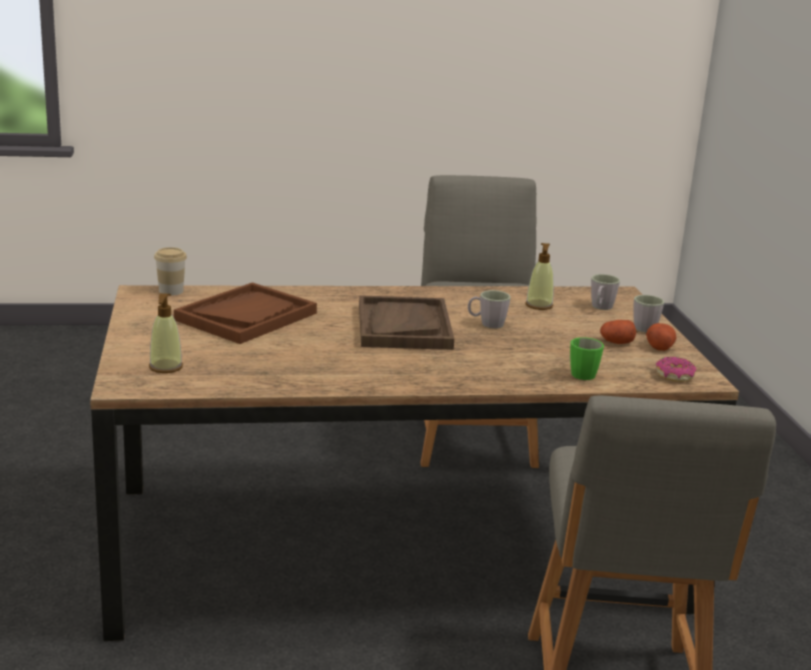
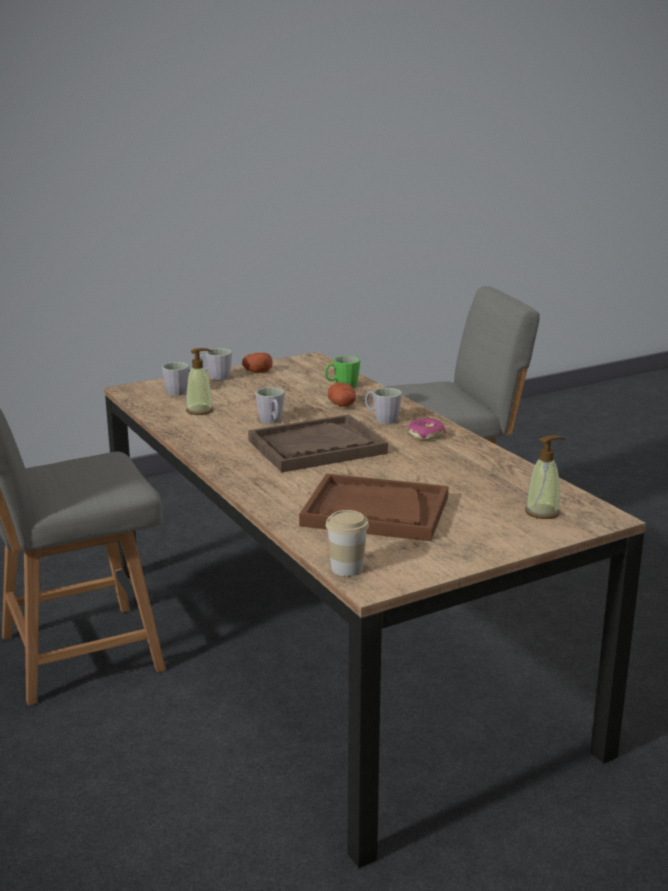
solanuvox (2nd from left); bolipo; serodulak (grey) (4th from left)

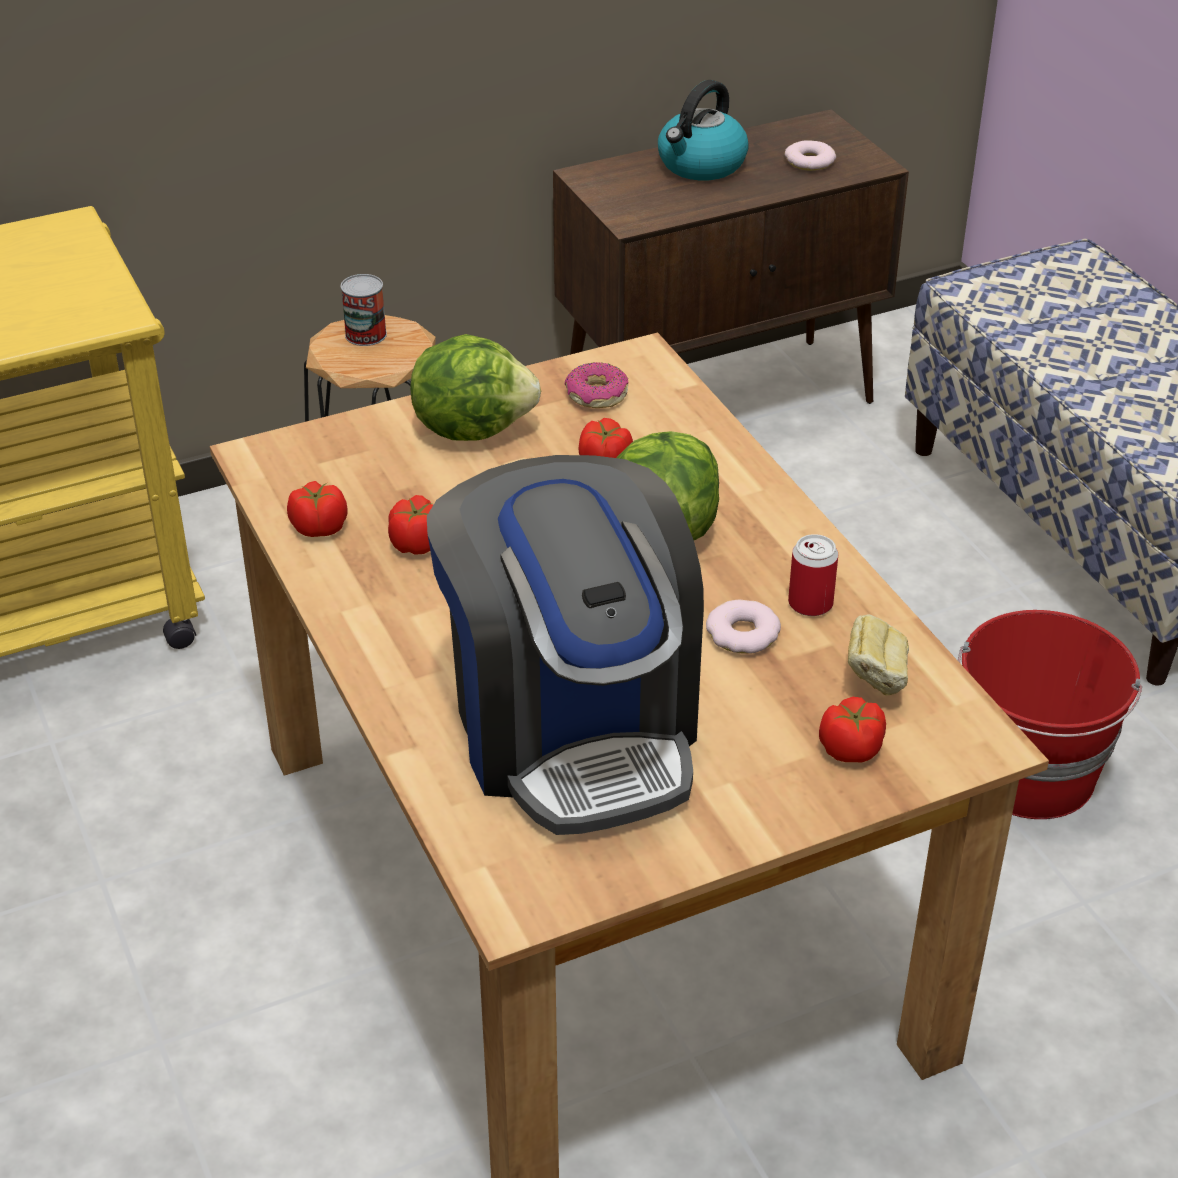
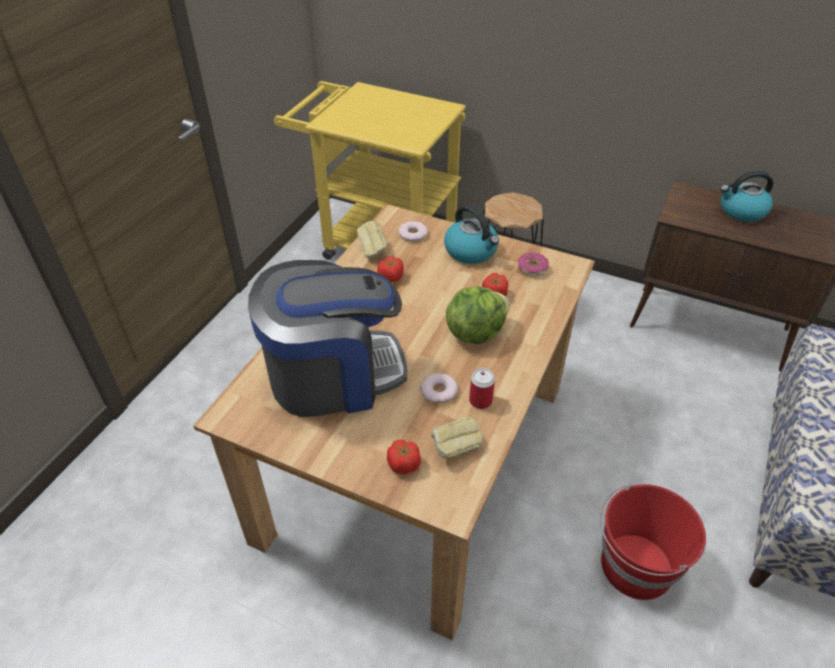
bolipo (1st from left); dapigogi (1st from left in the first image); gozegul (1st from left); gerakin; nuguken (1st from left)

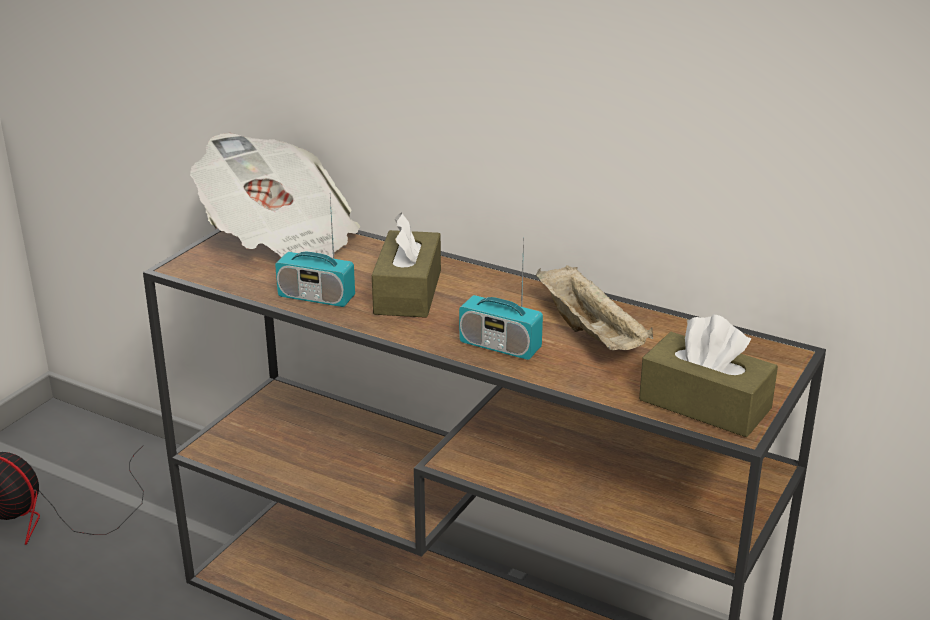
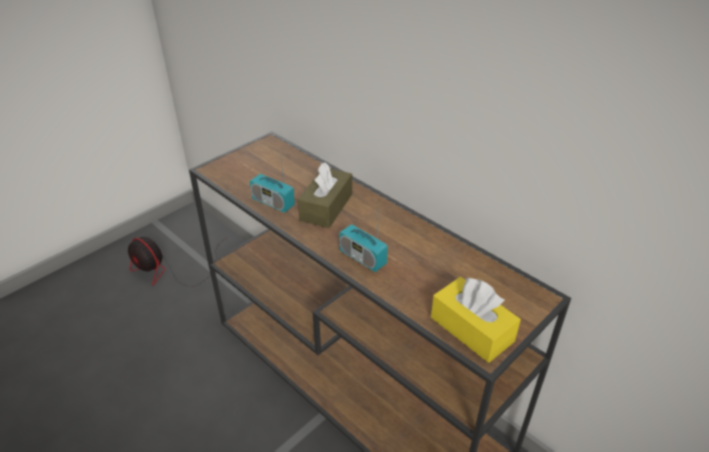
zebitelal; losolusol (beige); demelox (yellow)

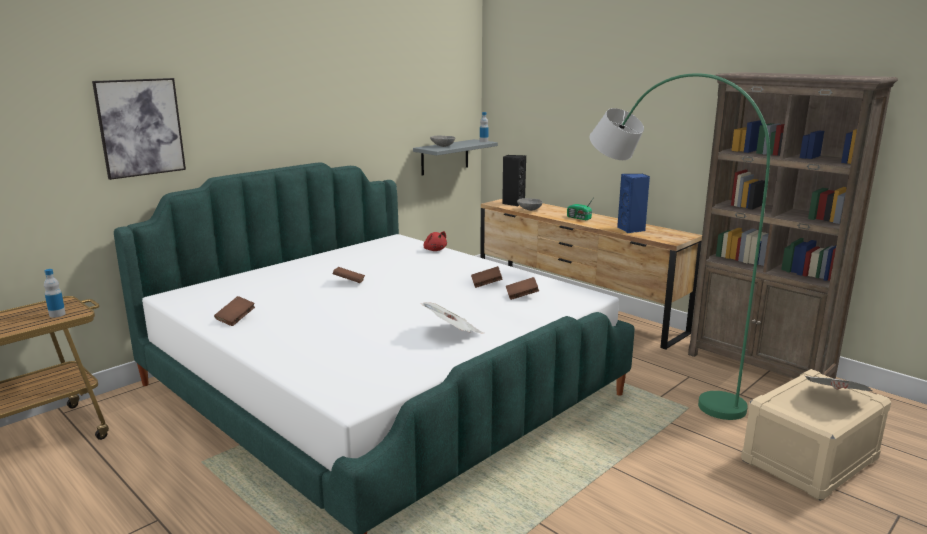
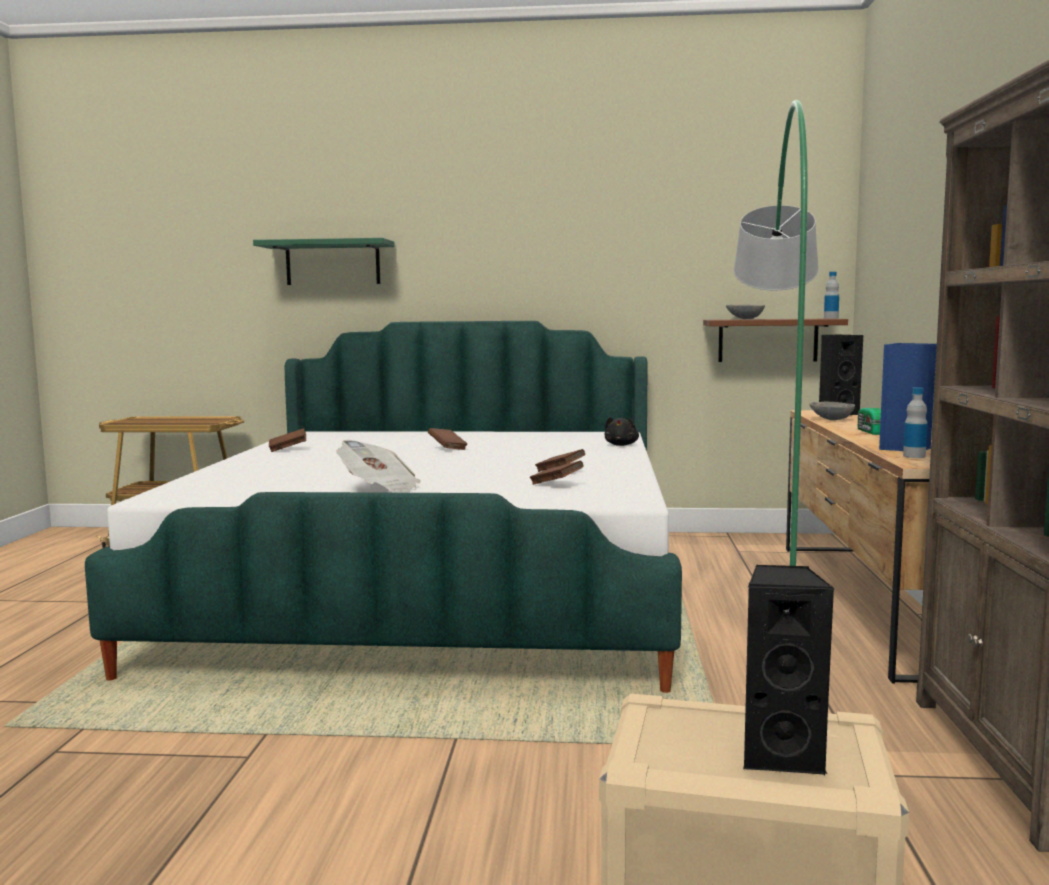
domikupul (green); domikupul (brown); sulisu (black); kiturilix (2nd from left); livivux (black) (1st from left)

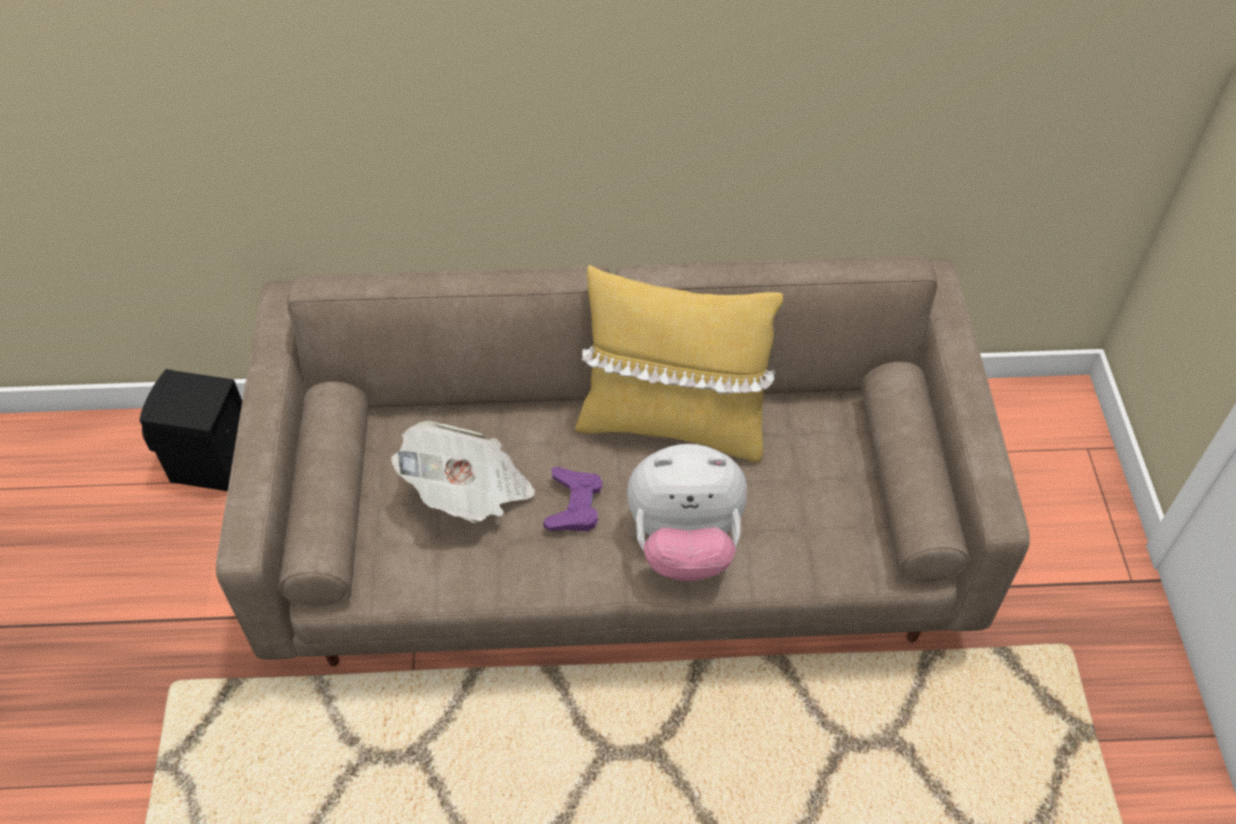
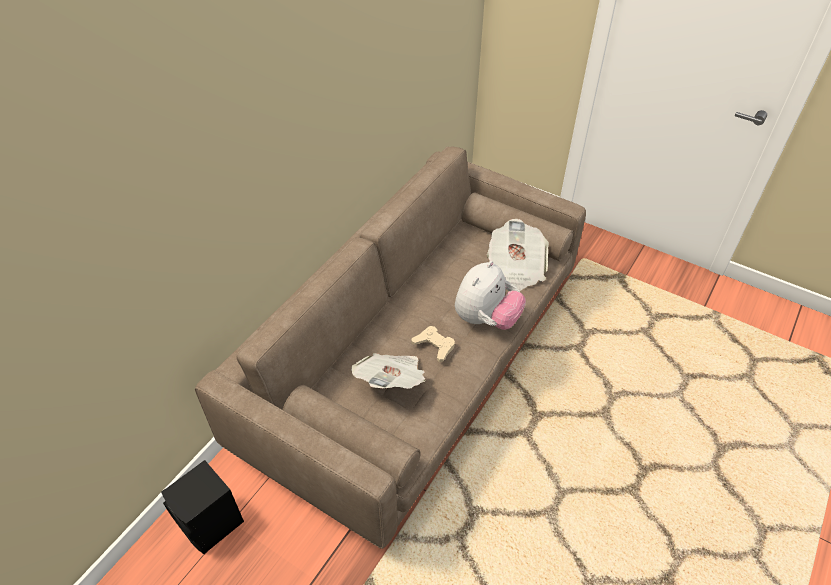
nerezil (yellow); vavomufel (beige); zebitelal (2nd from left)

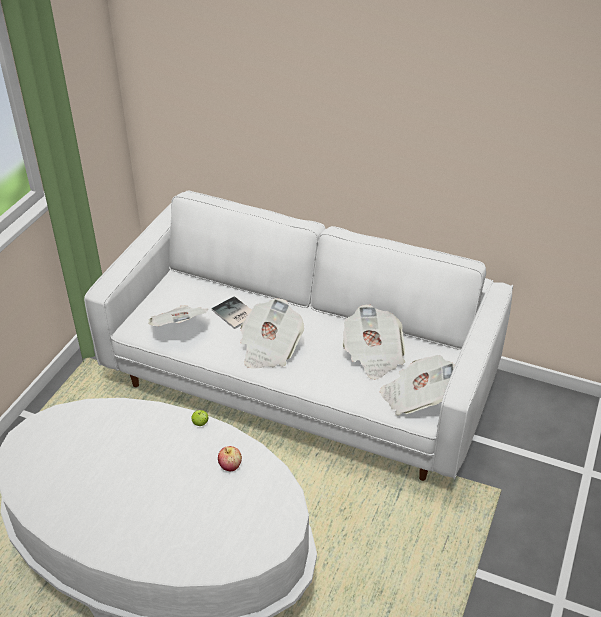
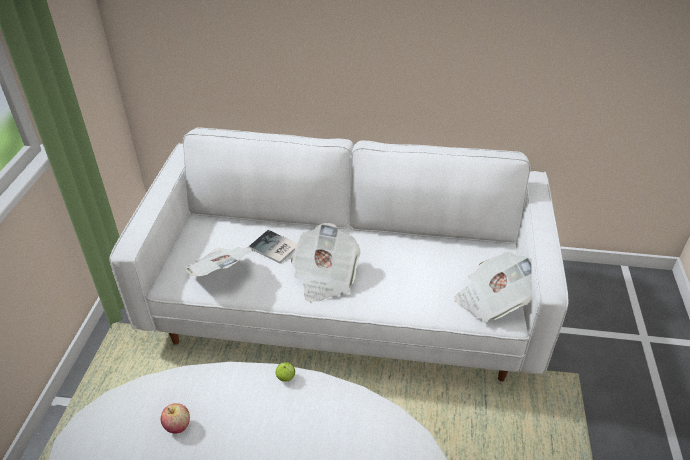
zebitelal (3rd from left in the first image); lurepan (1st from left)

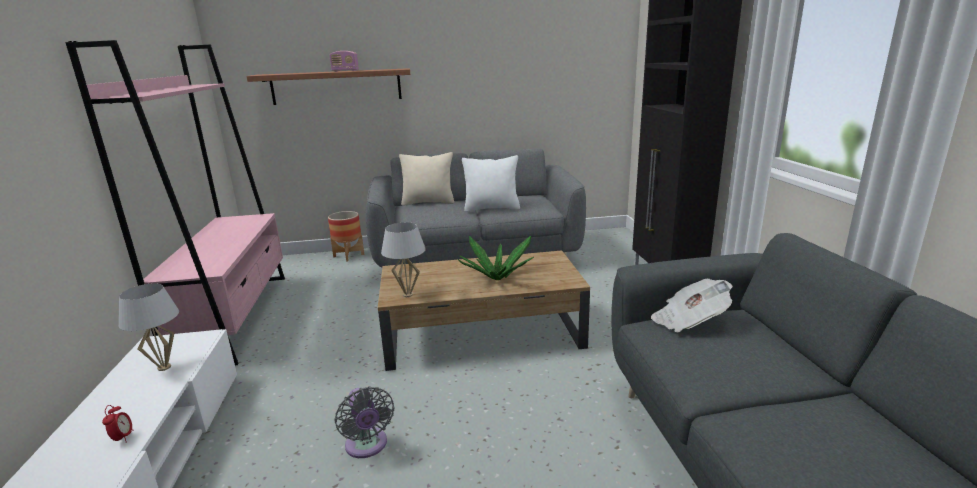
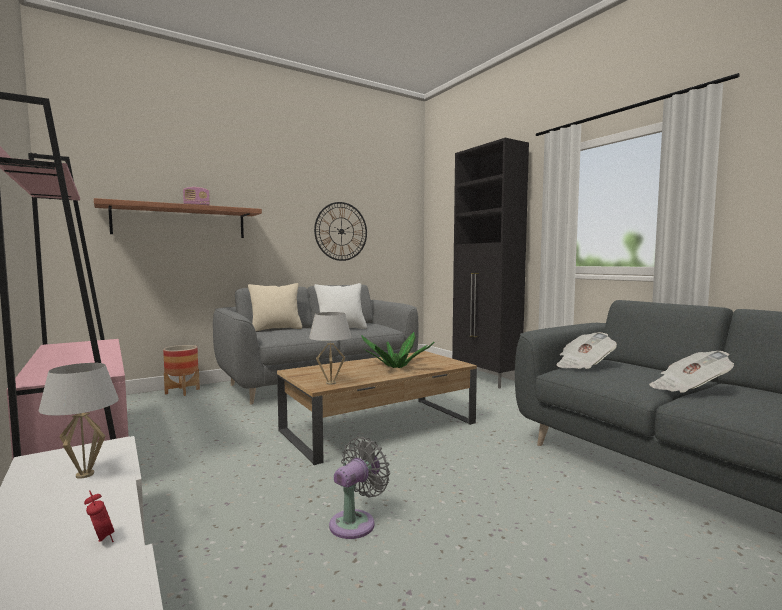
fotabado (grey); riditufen; zebitelal (2nd from left)

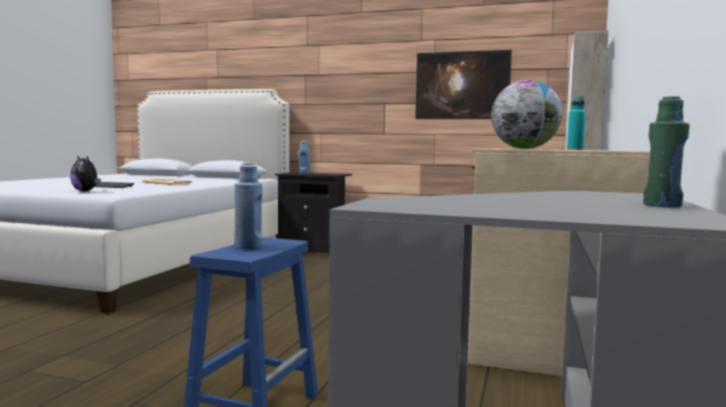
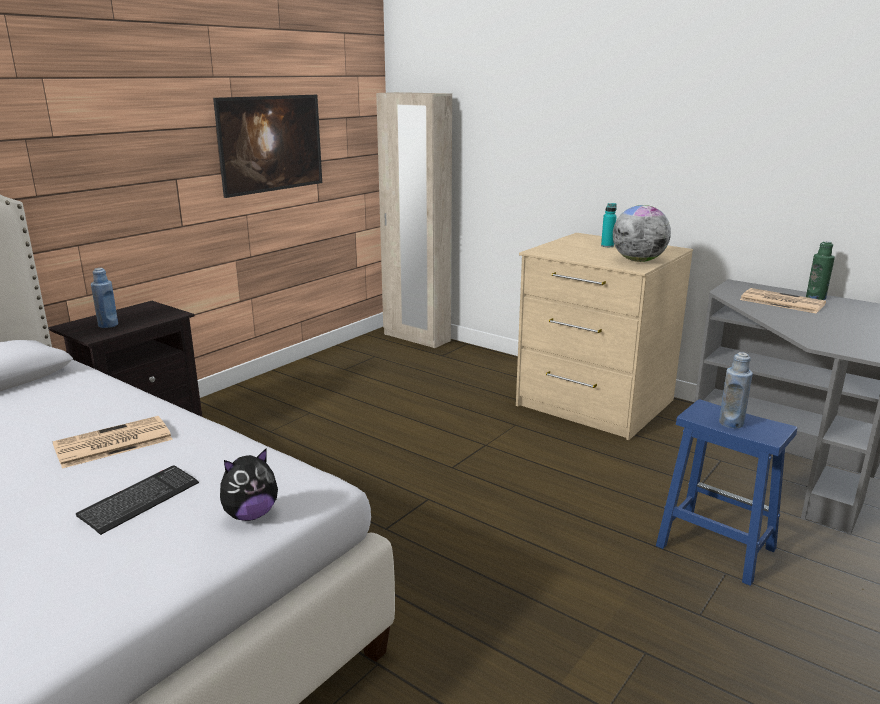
zebitelal (2nd from left)

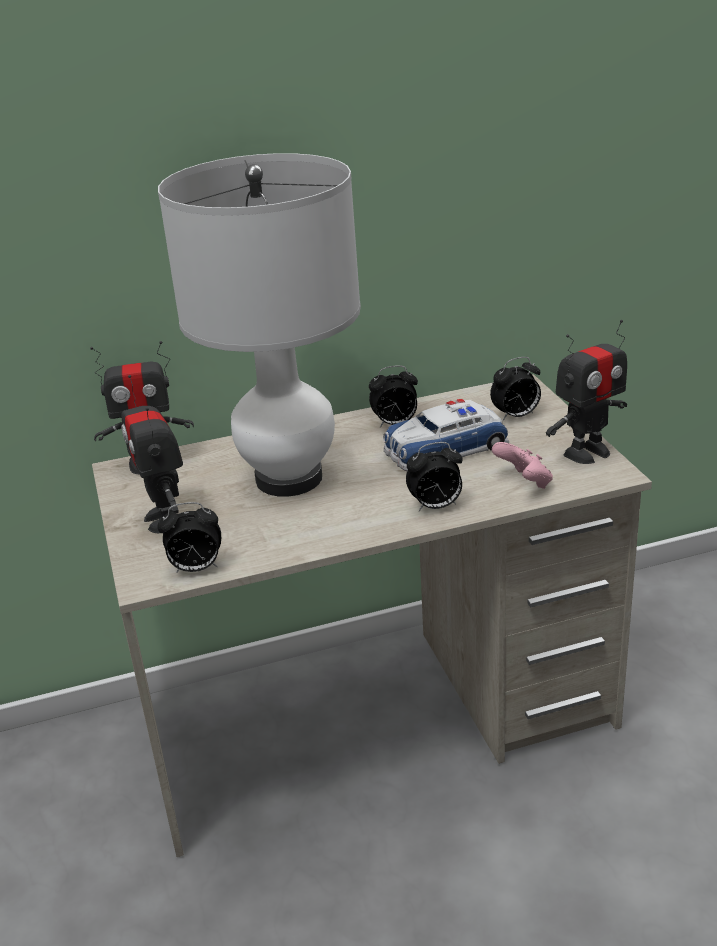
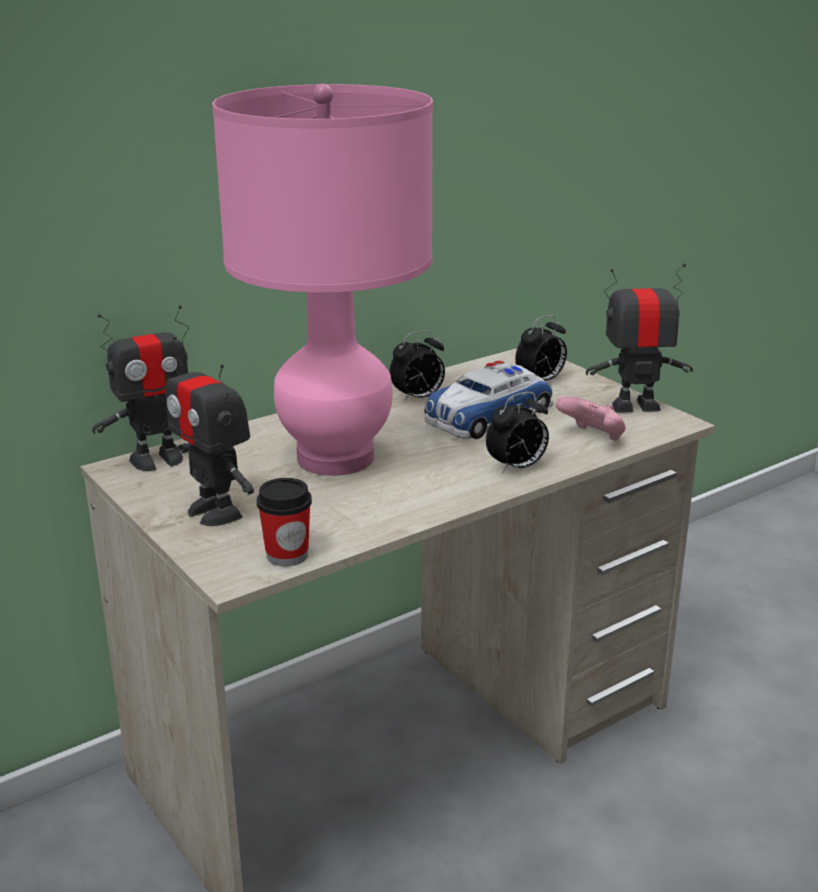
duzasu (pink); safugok (3rd from left); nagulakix

